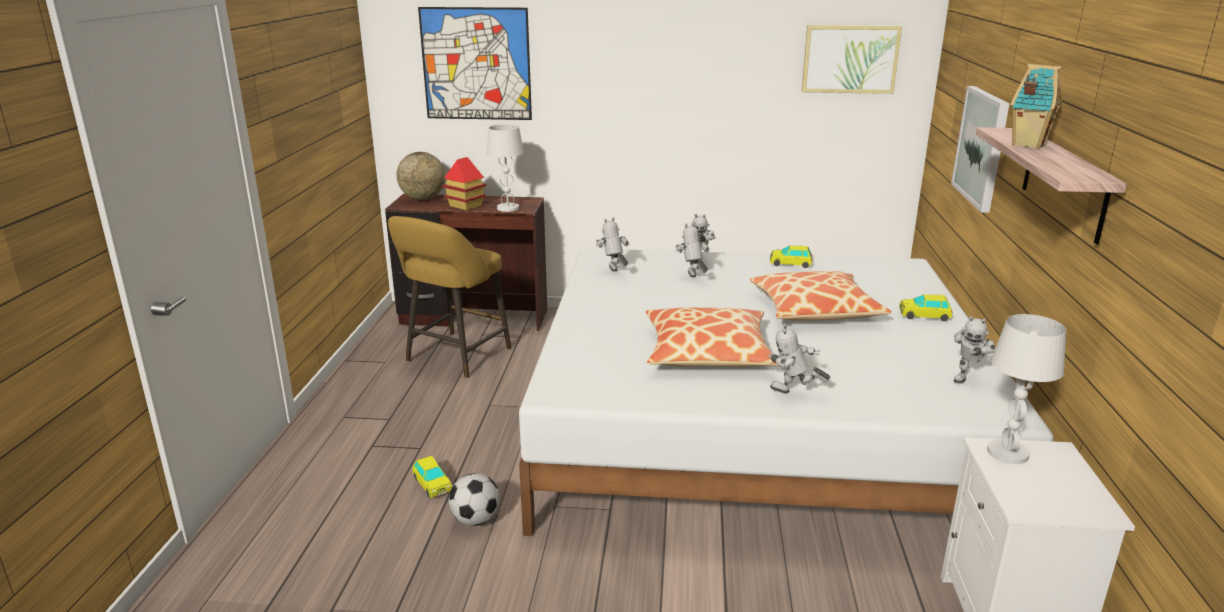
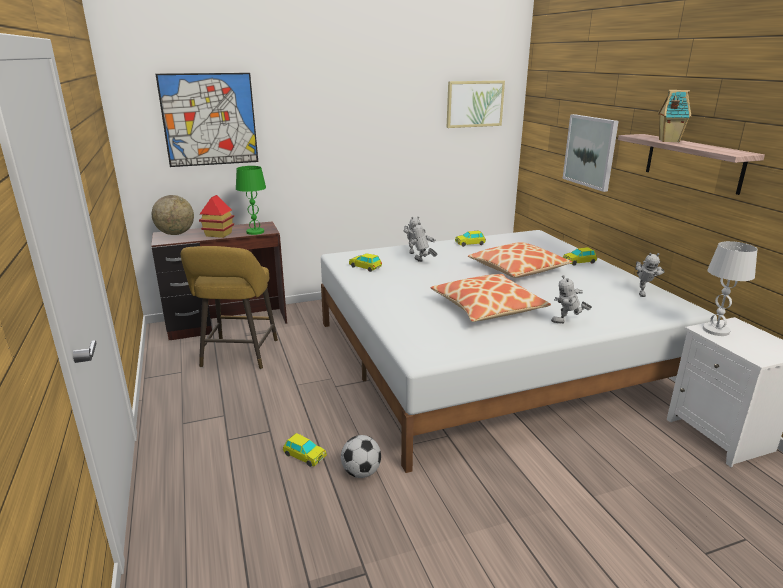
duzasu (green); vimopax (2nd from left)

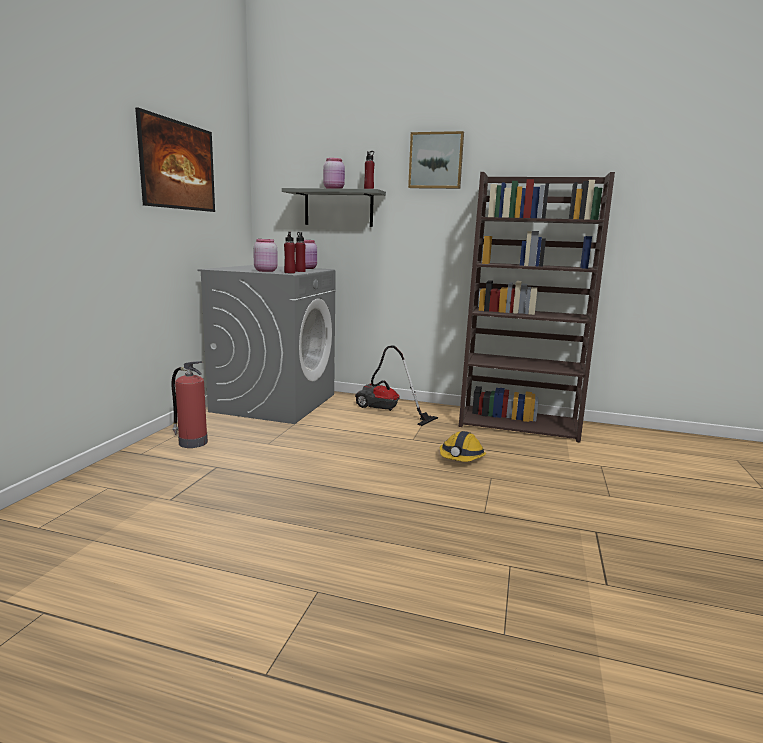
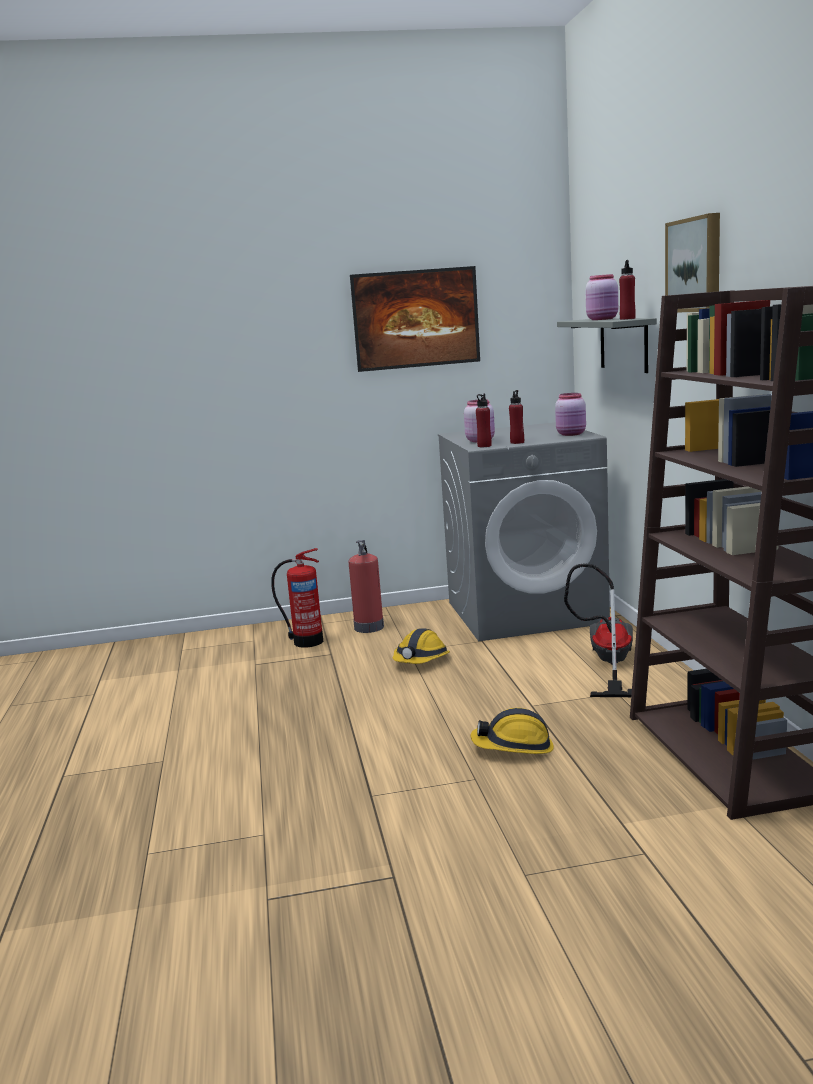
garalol (1st from left); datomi (1st from left)

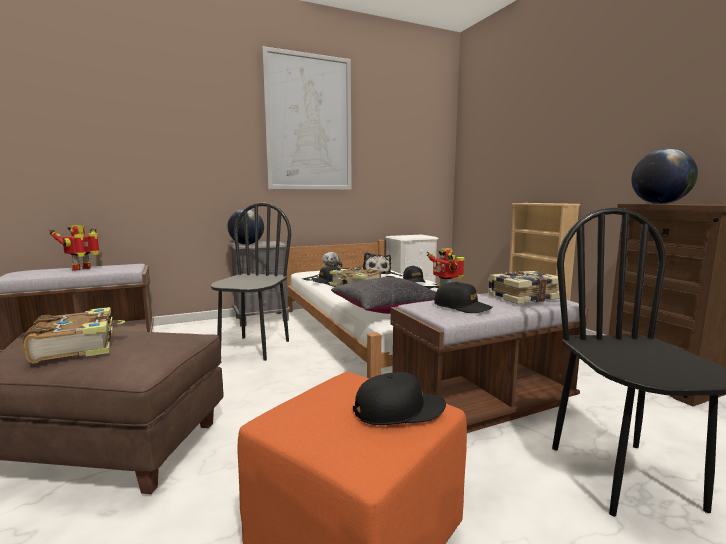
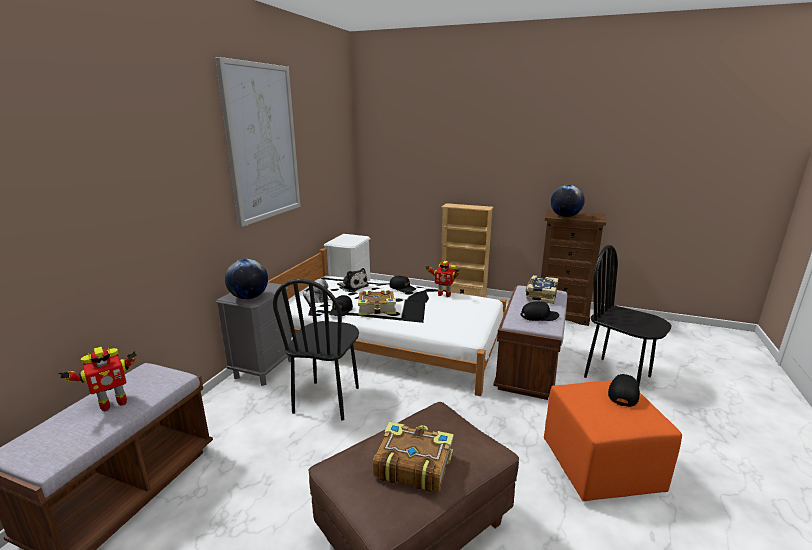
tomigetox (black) (1st from left); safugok (1st from left); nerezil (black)

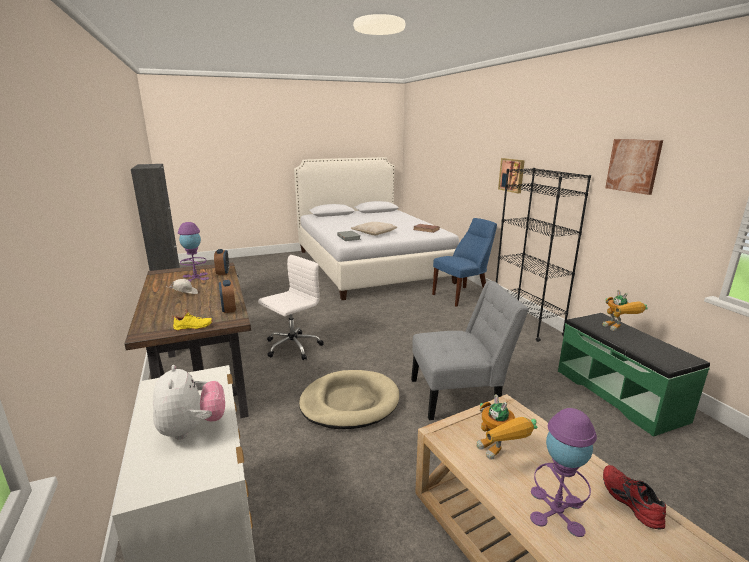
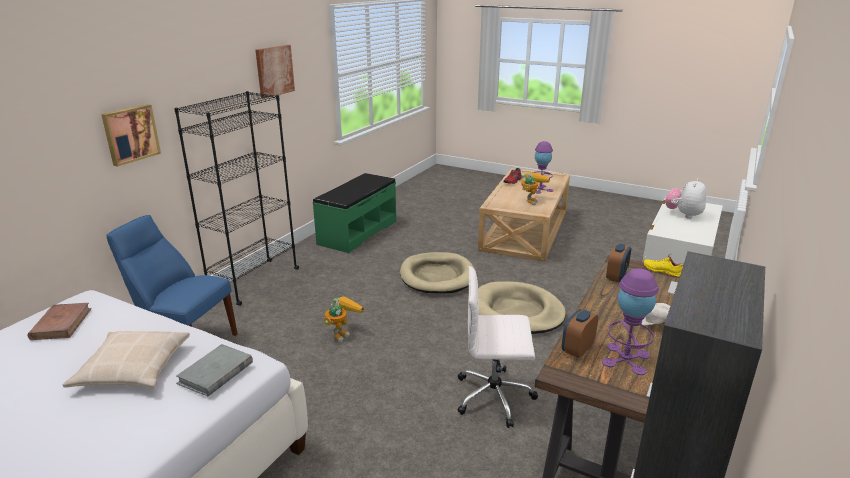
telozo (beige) (1st from left); safugok (1st from left)

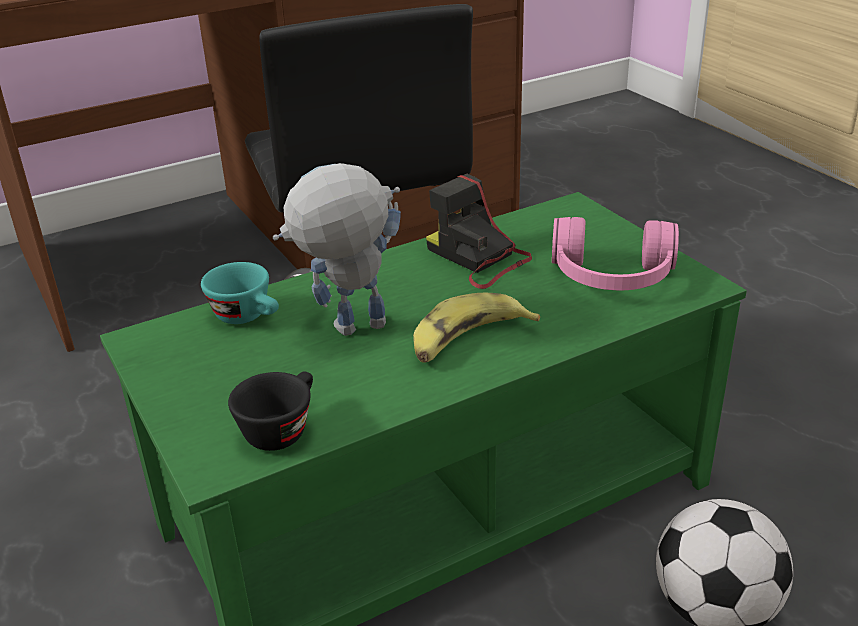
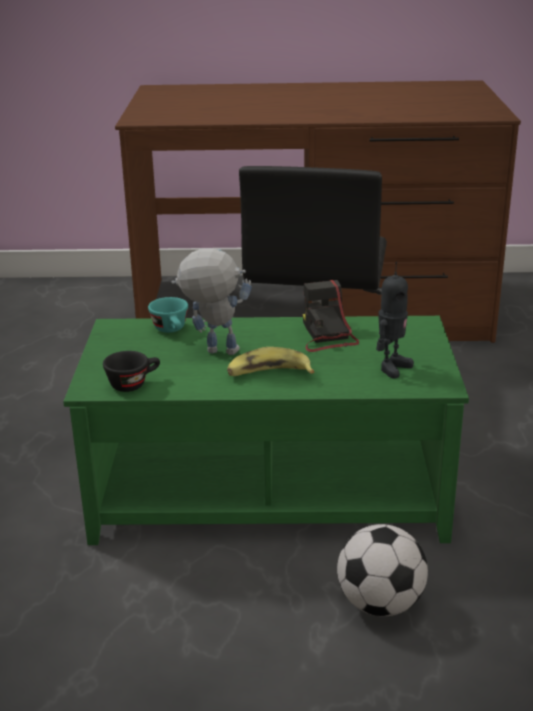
safugok (2nd from left)

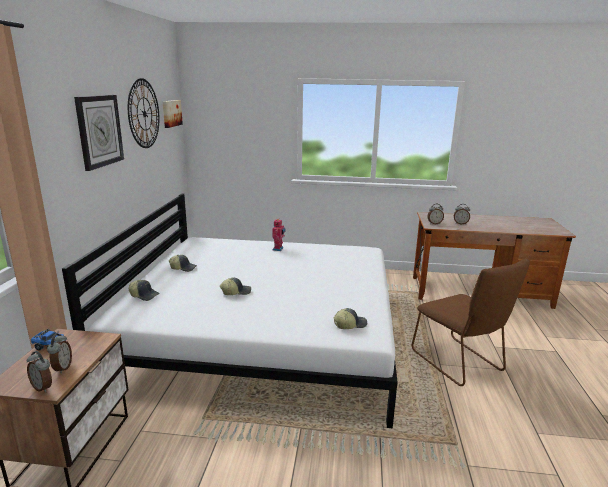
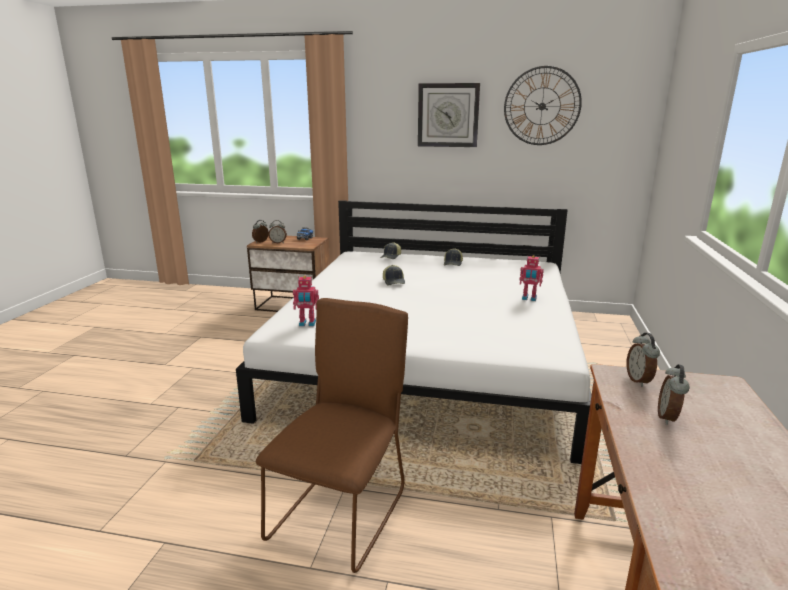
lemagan; tomigetox (brown); safugok (1st from left)

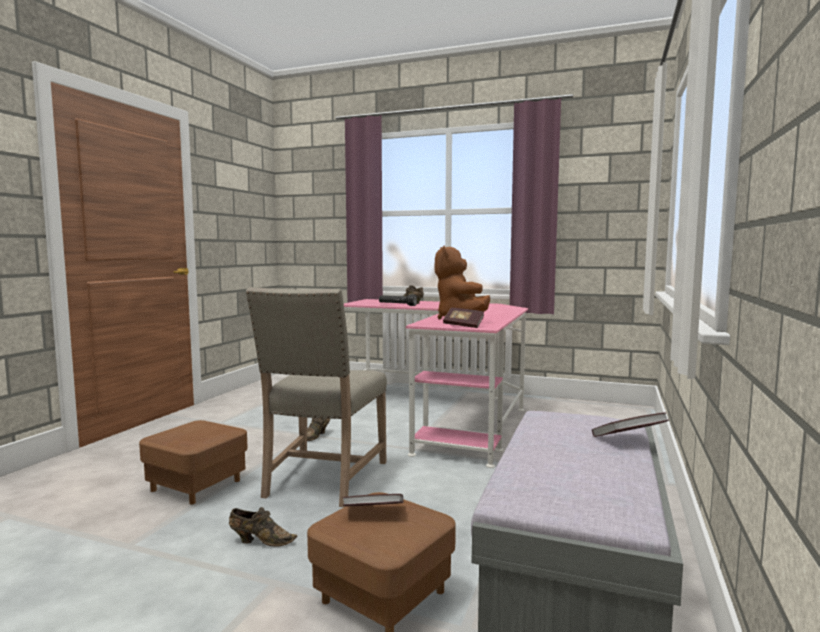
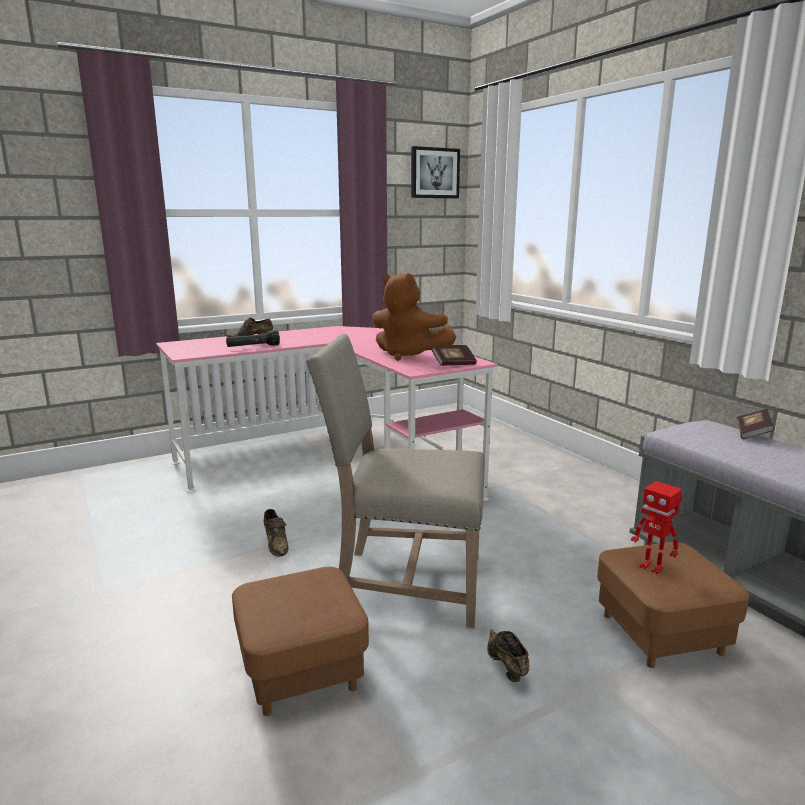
tomigetox (beige); safugok; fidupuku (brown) (3rd from left); lemagan

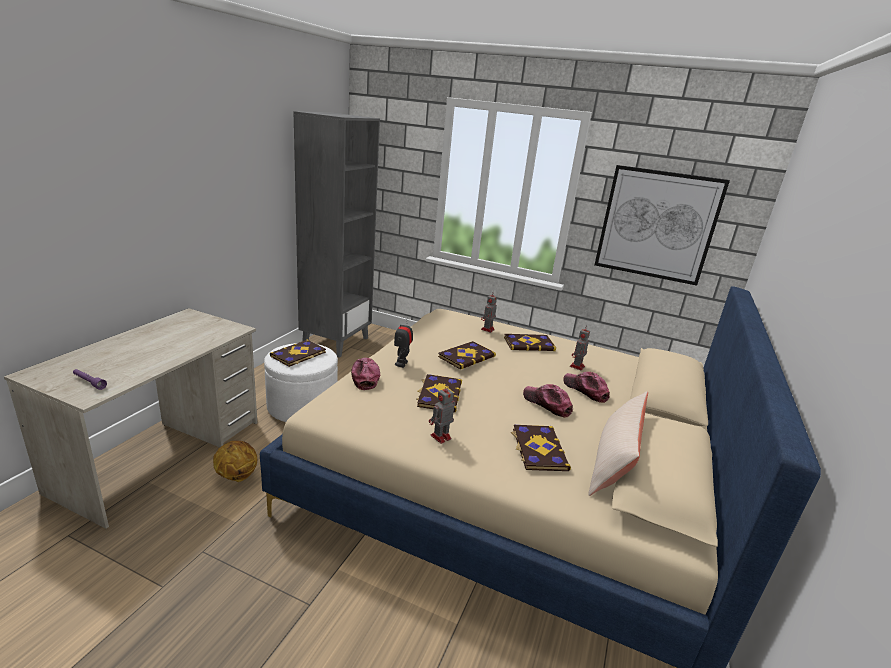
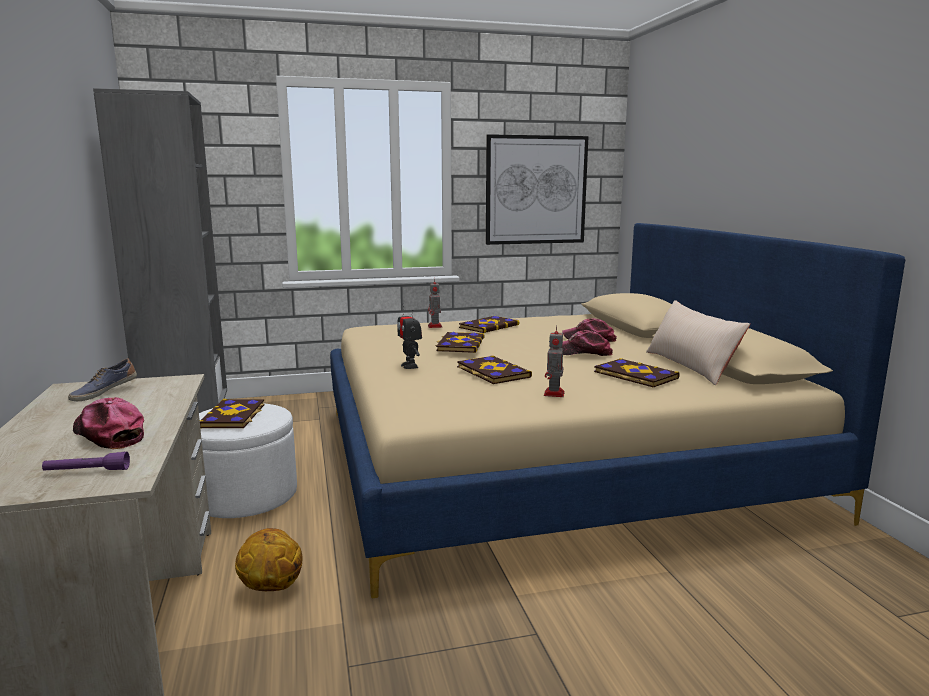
safugok (4th from left in the first image); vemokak (1st from left); fidupuku

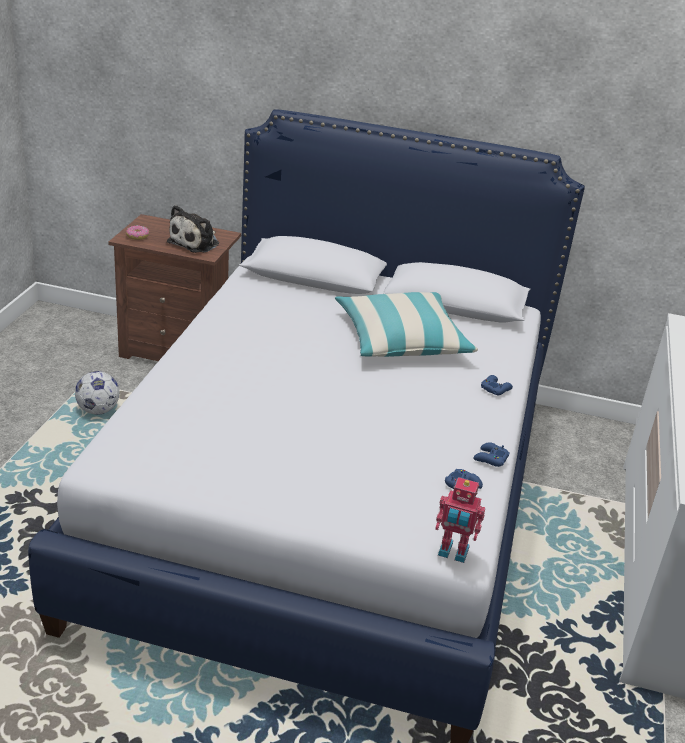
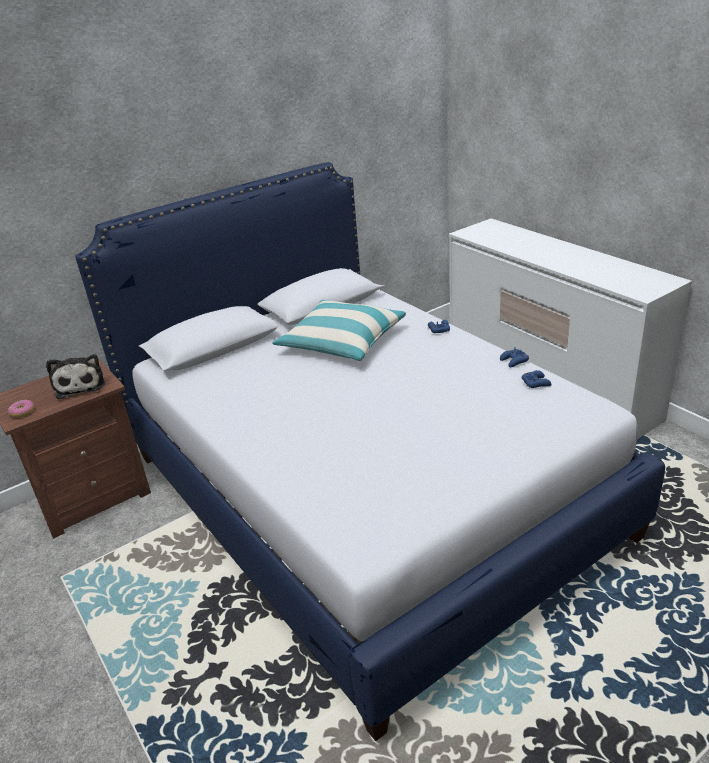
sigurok; safugok

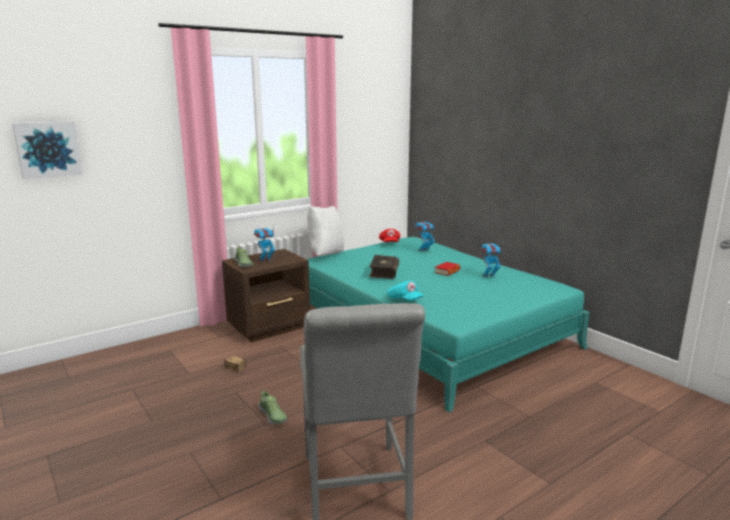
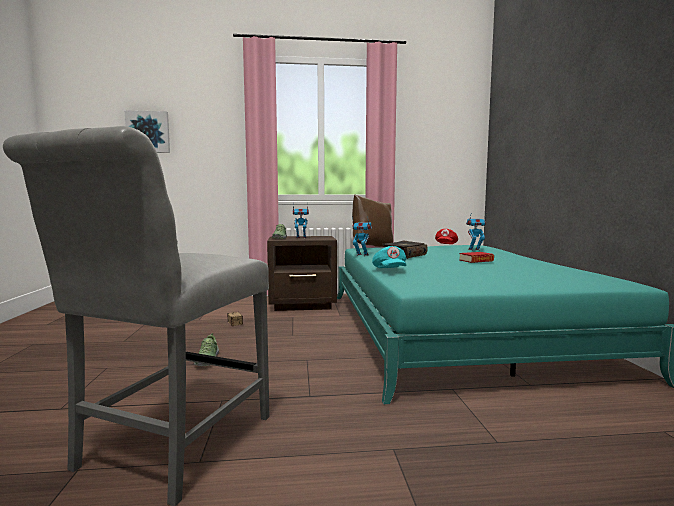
nerezil (brown); safugok (2nd from left)

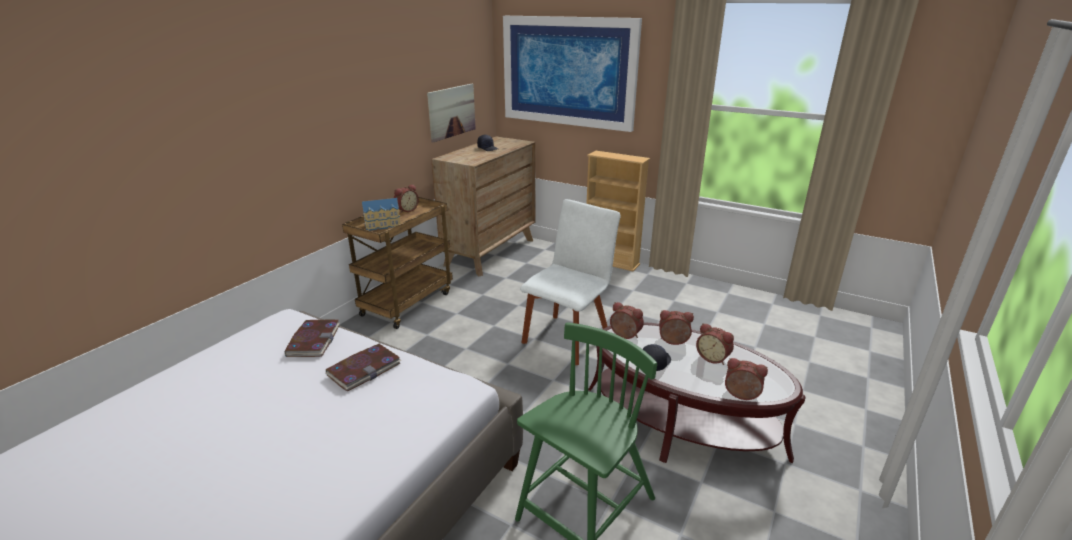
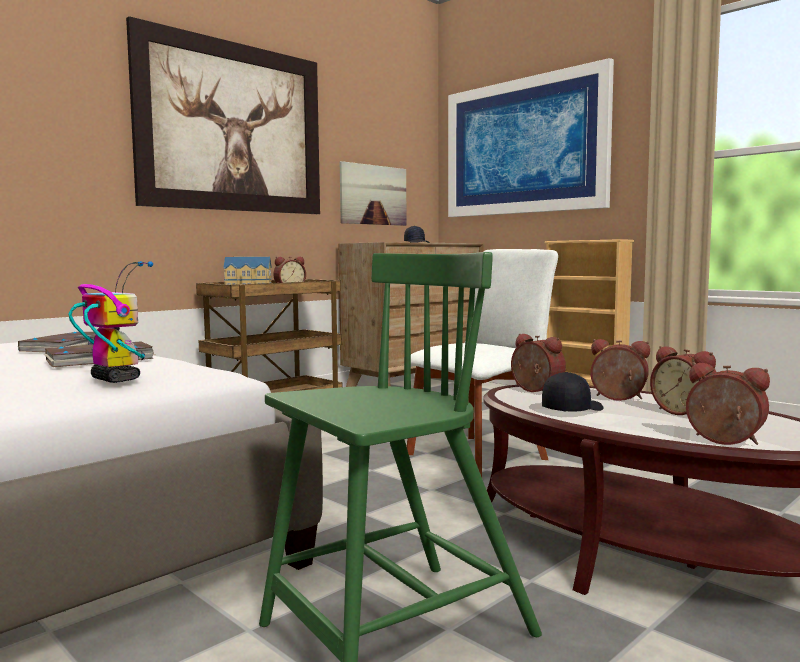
lemagan (1st from left); safugok

